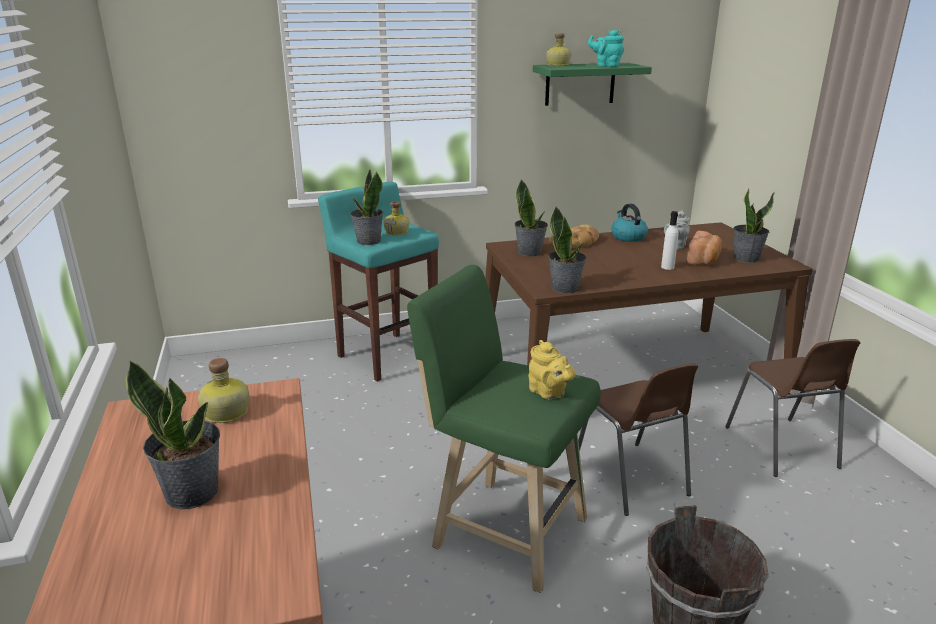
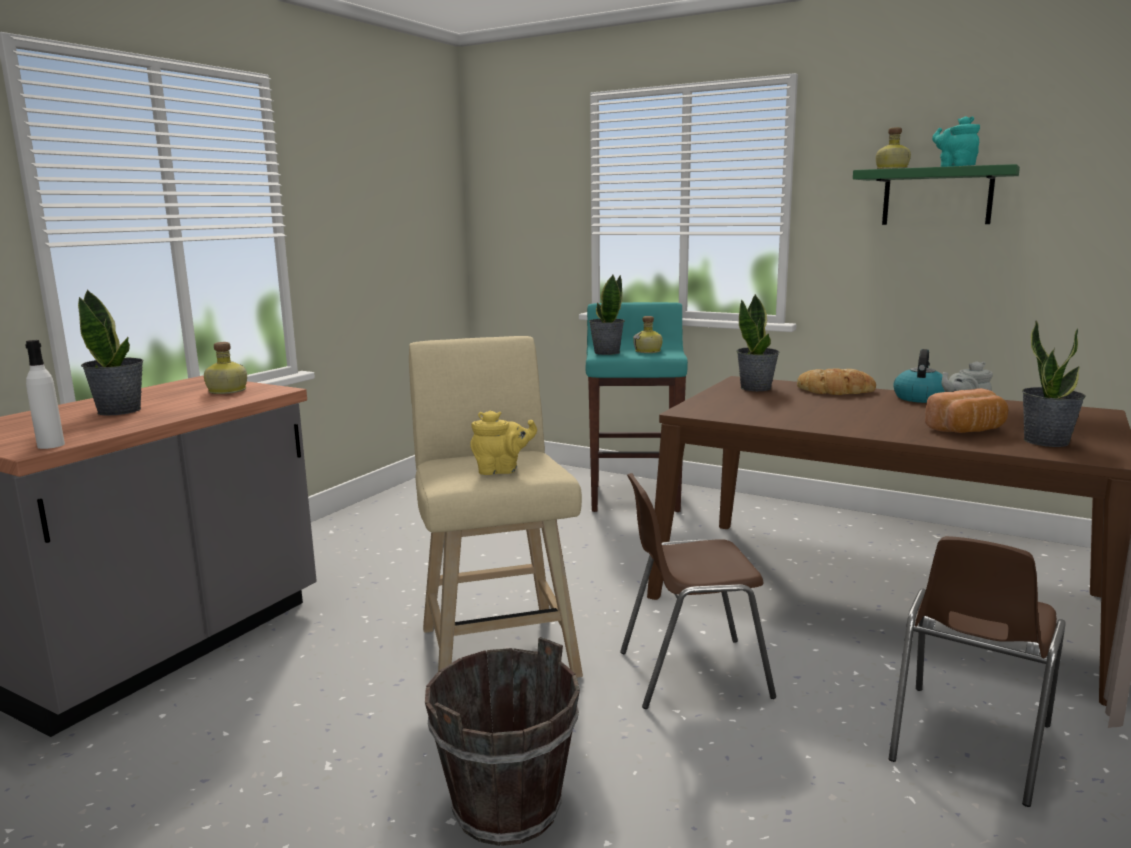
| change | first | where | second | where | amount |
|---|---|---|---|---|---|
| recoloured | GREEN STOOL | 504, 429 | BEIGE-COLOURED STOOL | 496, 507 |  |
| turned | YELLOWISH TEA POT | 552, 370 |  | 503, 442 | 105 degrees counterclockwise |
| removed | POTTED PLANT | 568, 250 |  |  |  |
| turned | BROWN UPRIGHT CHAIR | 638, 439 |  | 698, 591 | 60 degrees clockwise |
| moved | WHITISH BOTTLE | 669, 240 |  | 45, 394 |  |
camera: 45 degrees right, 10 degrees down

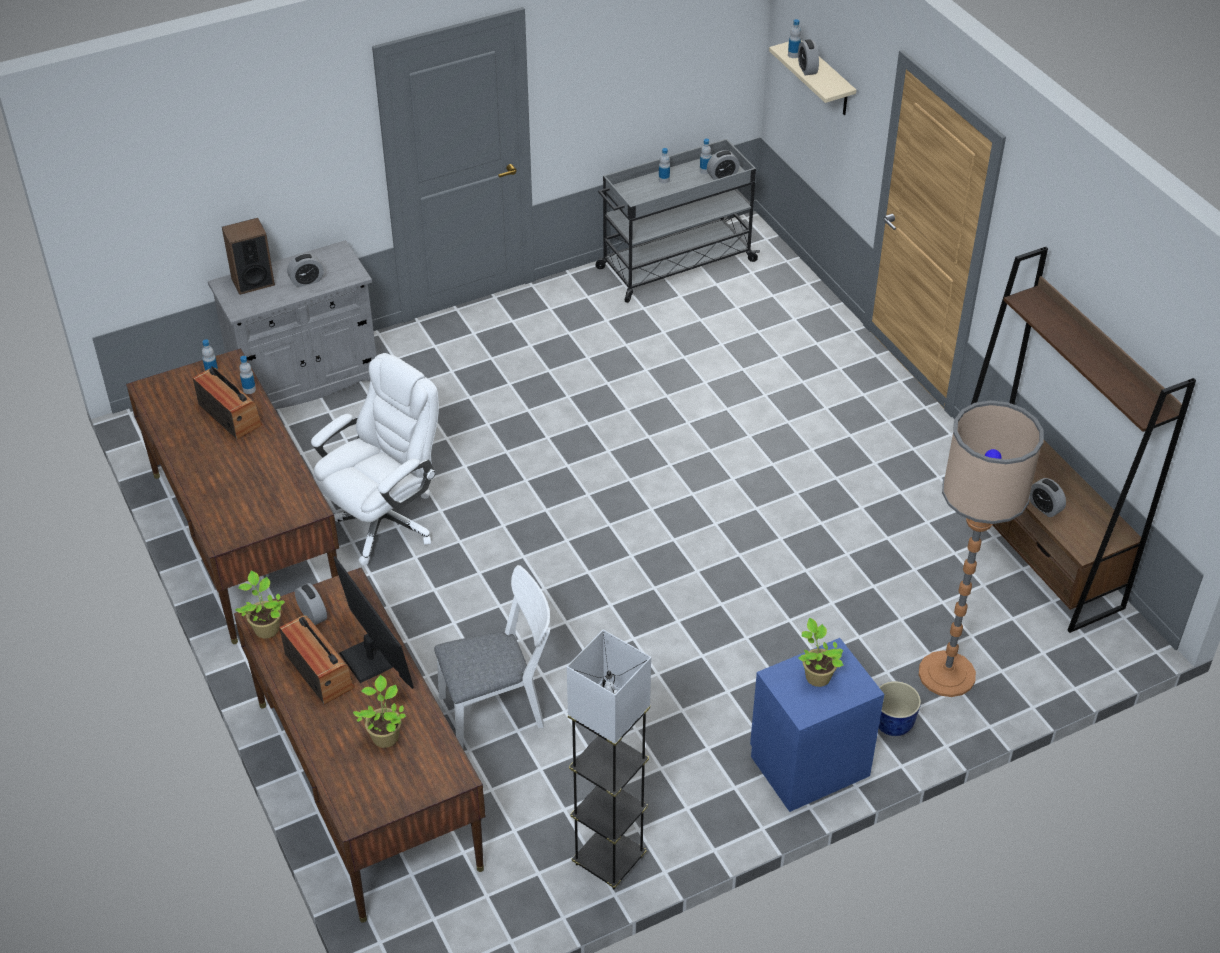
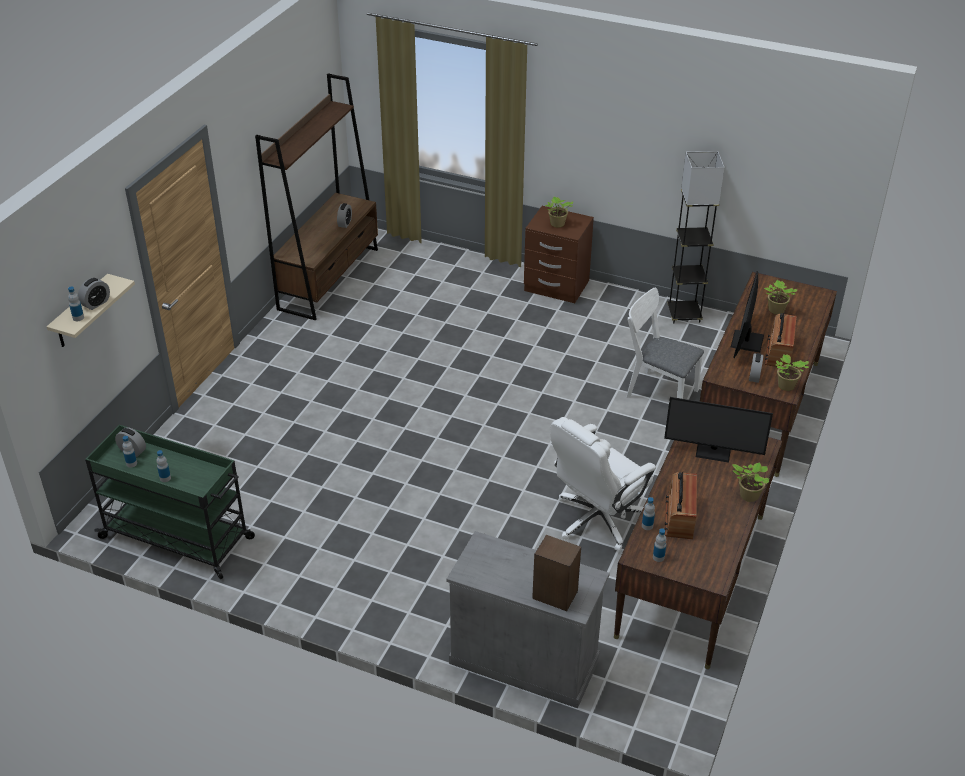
| change | first | where | second | where | amount |
|---|---|---|---|---|---|
| removed | BEDSIDE CLOCK | 305, 270 |  |  |  |
| turned | WHITISH COMPUTER CHAIR | 375, 459 |  | 603, 484 | 45 degrees counterclockwise |
| recoloured | GREYISH CART | 678, 221 | GREEN CART | 170, 502 |  |
| recoloured | BLUISH BEDSIDE TABLE | 817, 725 | BROWN BEDSIDE TABLE | 559, 254 |  |
| removed | PLANT POT | 899, 708 |  |  |  |
| removed | STANDING LAMP | 981, 548 |  |  |  |
| added |  |  | COMPUTER DISPLAY | 718, 430 |  |
| added |  |  | POTTED PLANT | 750, 482 |  |
camera: 130 degrees left, 5 degrees down

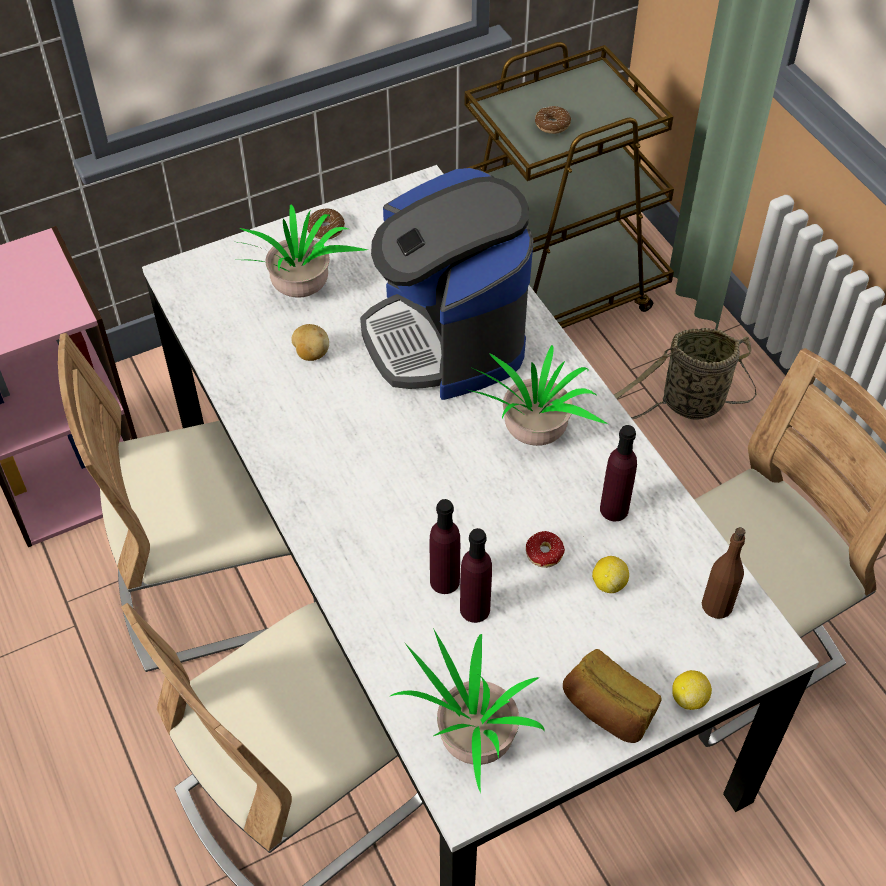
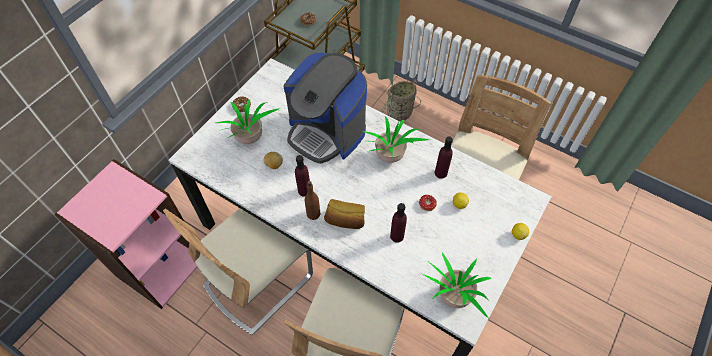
| change | first | where | second | where | amount |
|---|---|---|---|---|---|
| moved | PURPLE BOTTLE | 476, 575 |  | 302, 176 |  |
| moved | BREAD | 612, 696 |  | 344, 214 |  |
| moved | BROWN BOTTLE | 724, 573 |  | 312, 200 |  |
camera: 30 degrees left, 5 degrees up

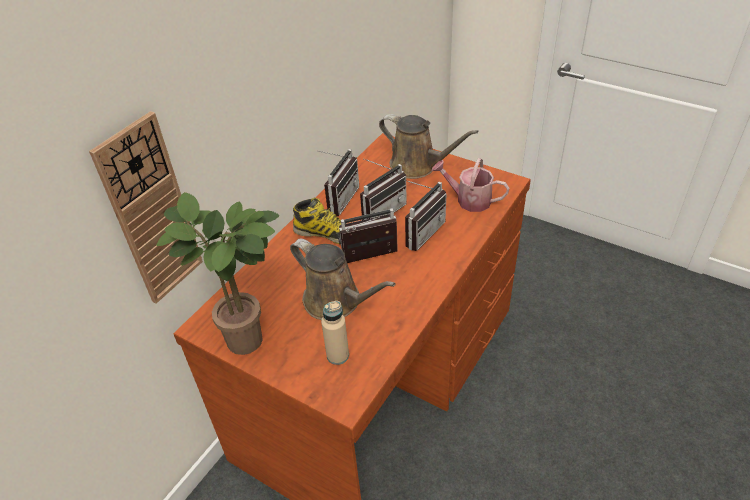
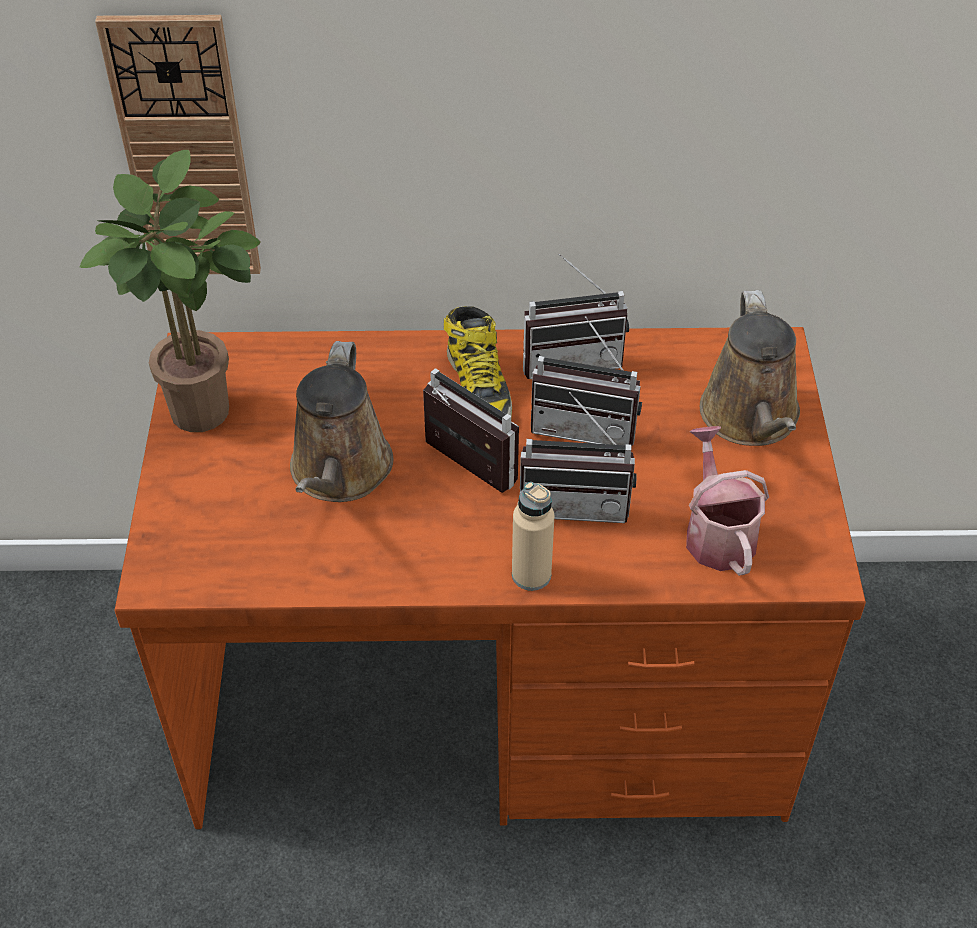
| change | first | where | second | where | amount |
|---|---|---|---|---|---|
| moved | BEIGE-COLOURED BOTTLE | 335, 333 |  | 533, 536 |  |
camera: 55 degrees right, 5 degrees up

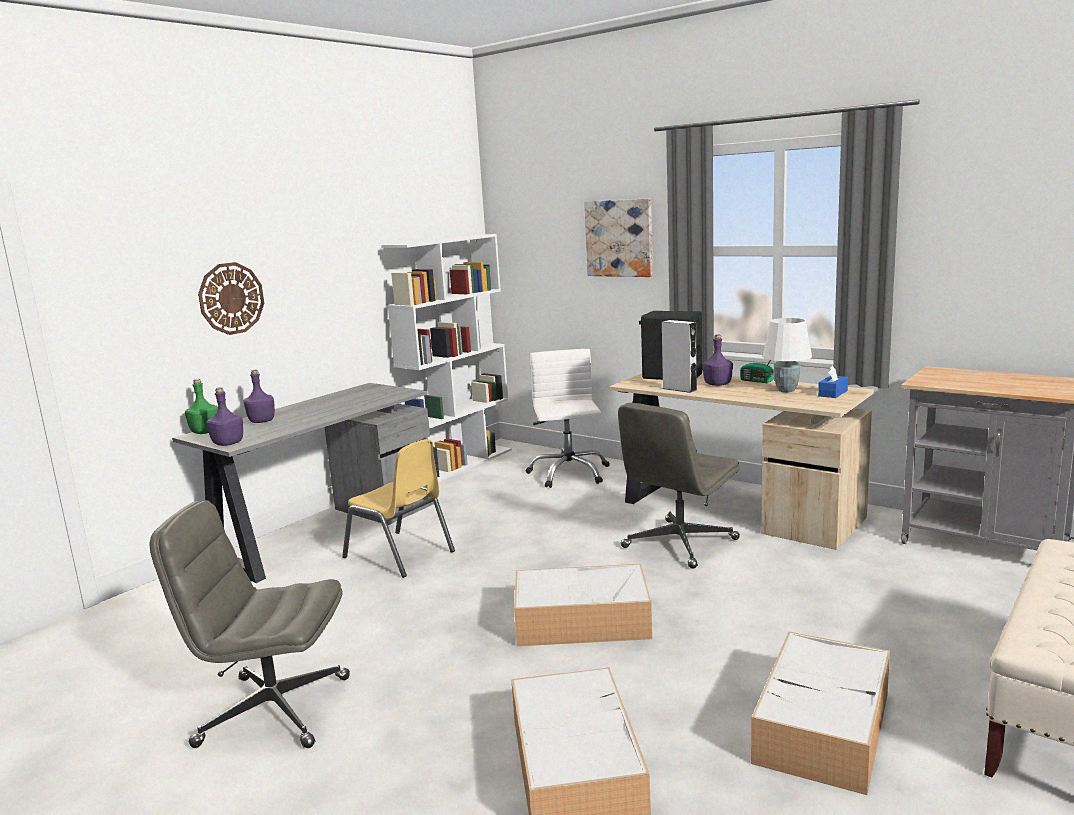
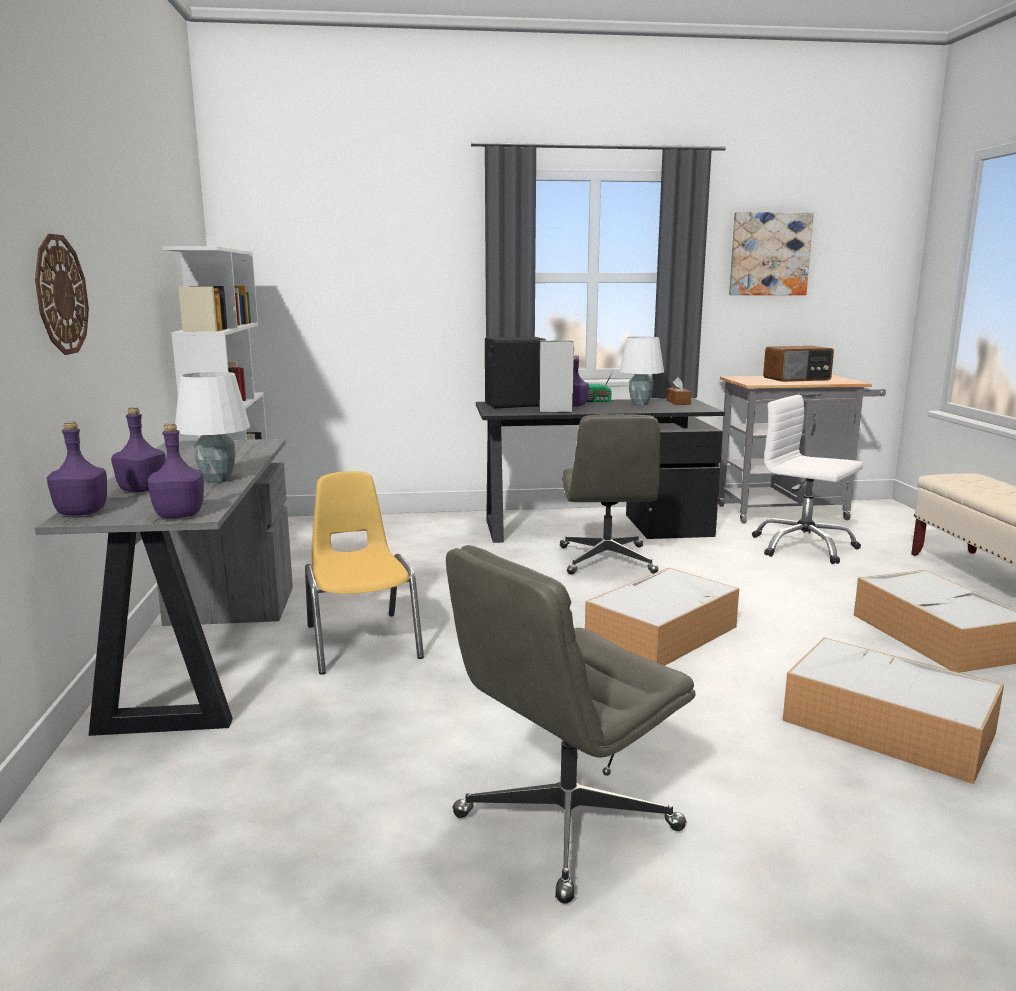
| change | first | where | second | where | amount |
|---|---|---|---|---|---|
| recoloured | GREEN BOTTLE | 201, 406 | PURPLE BOTTLE | 77, 468 |  |
| turned | YELLOWISH UPRIGHT CHAIR | 398, 508 |  | 364, 573 | 105 degrees counterclockwise |
| moved | WHITISH COMPUTER CHAIR | 568, 418 |  | 807, 479 |  |
| moved | WALL ART | 618, 237 |  | 771, 253 |  |
| recoloured | BEIGE-COLOURED DESK UNIT | 741, 461 | BLACK-COLOURED DESK UNIT | 600, 470 |  |
| recoloured | BLUISH TISSUE HOLDER | 833, 382 | BROWN TISSUE HOLDER | 679, 391 |  |
| added |  |  | WHITISH TABLE LAMP | 212, 427 |  |
| added |  |  | RADIO | 798, 364 |  |
camera: 45 degrees left, 0 degrees up

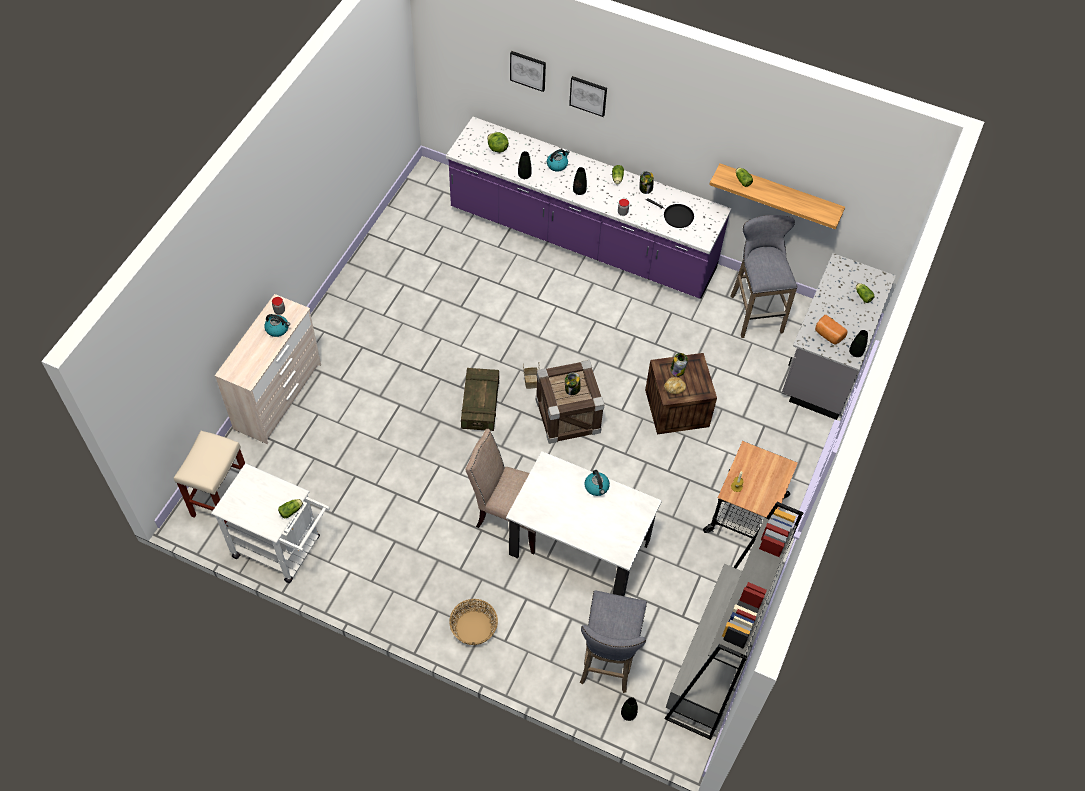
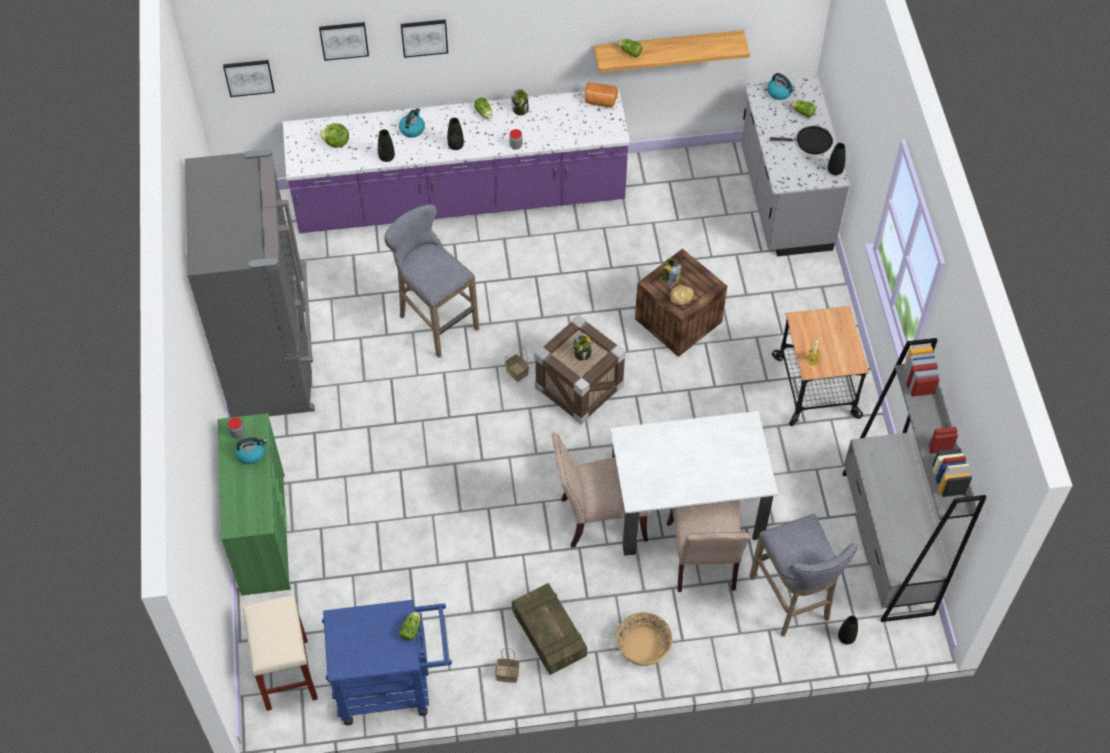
| change | first | where | second | where | amount |
|---|---|---|---|---|---|
| recoloured | WHITISH CART | 270, 523 | BLUISH CART | 387, 662 |  |
| recoloured | BEIGE-COLOURED DRESSER | 268, 369 | GREEN DRESSER | 254, 504 |  |
| moved | SHIPPING CRATE | 480, 399 |  | 549, 629 |  |
| moved | WATER KETTLE | 597, 483 |  | 781, 86 |  |
| moved | BLACK-COLOURED FRYING PAN | 670, 213 |  | 801, 140 |  |
| moved | GREYISH STOOL | 764, 276 |  | 431, 281 |  |
| moved | BREAD | 831, 330 |  | 601, 94 |  |
| added |  |  | GREYISH FRIDGE | 250, 283 |  |
| added |  |  | WALL ART | 249, 78 |  |
| added |  |  | STORAGE BASKET | 507, 665 |  |
| added |  |  | BEIGE-COLOURED UPRIGHT CHAIR | 708, 546 |  |
camera: 30 degrees left, 0 degrees up

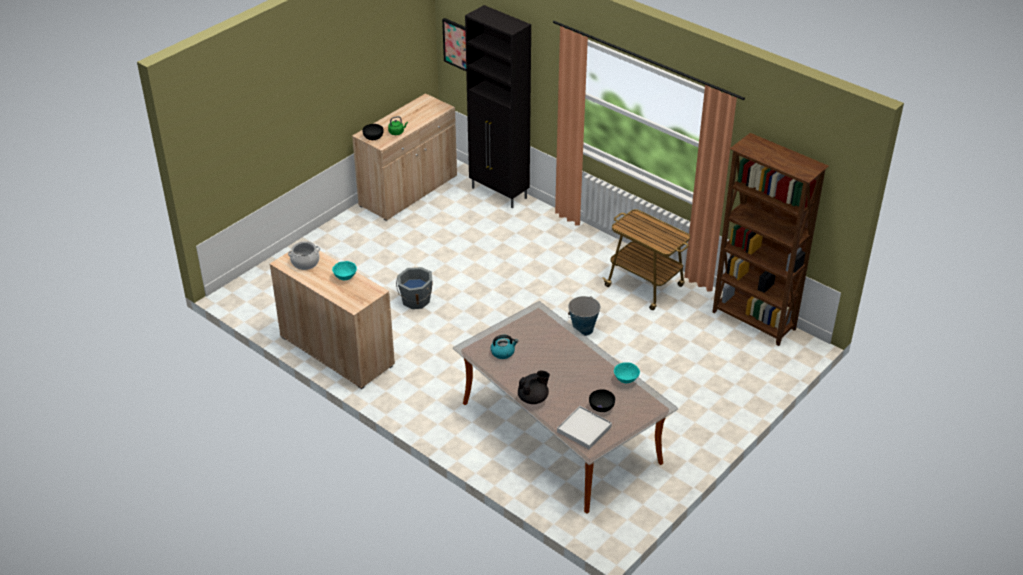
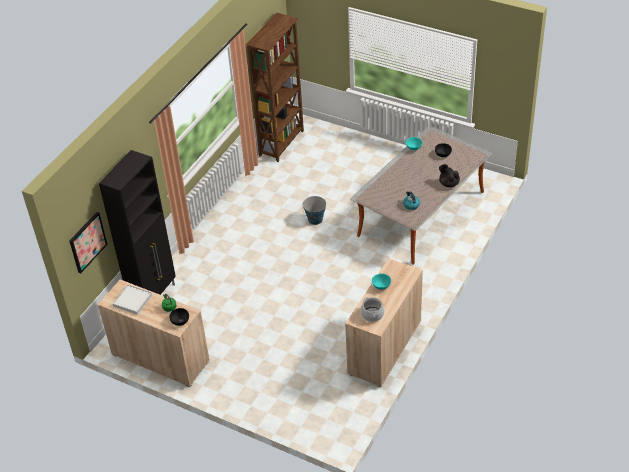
| change | first | where | second | where | amount |
|---|---|---|---|---|---|
| removed | GREYISH BUCKET | 414, 288 |  |  |  |
| moved | WHITISH TRAY | 584, 427 |  | 132, 299 |  |
| removed | CART | 646, 259 |  |  |  |
camera: 100 degrees left, 5 degrees up

